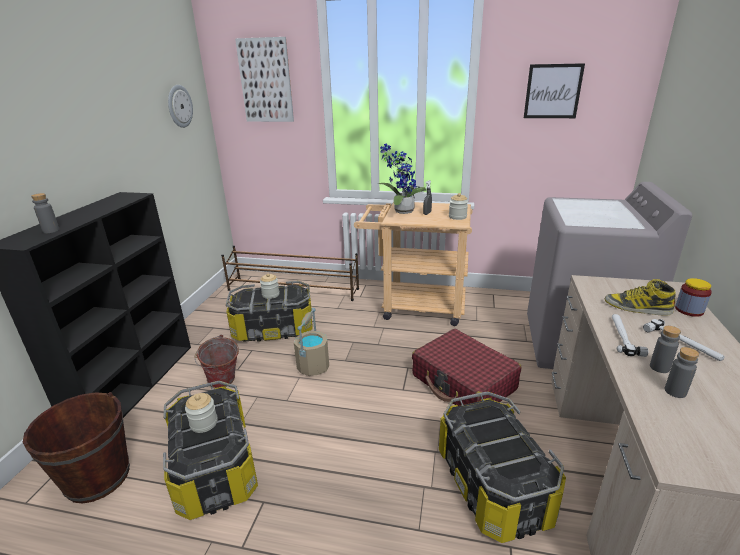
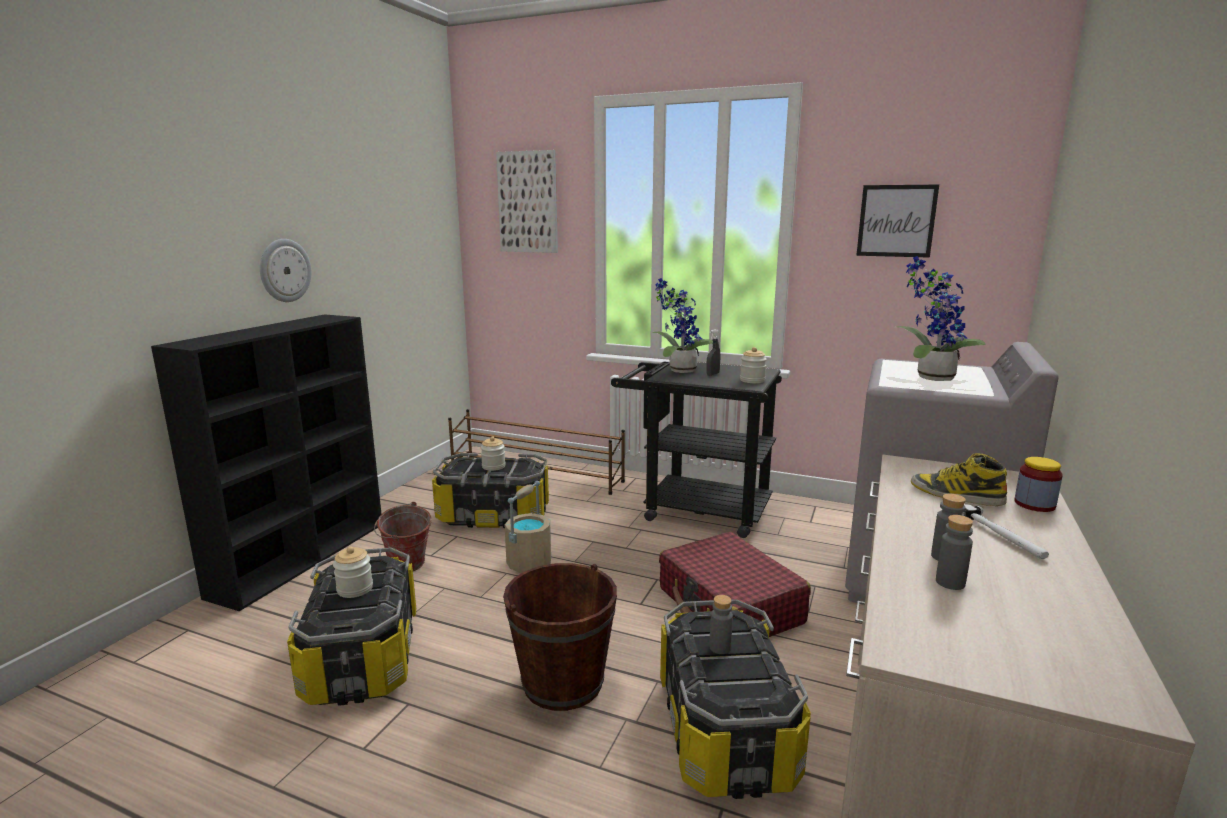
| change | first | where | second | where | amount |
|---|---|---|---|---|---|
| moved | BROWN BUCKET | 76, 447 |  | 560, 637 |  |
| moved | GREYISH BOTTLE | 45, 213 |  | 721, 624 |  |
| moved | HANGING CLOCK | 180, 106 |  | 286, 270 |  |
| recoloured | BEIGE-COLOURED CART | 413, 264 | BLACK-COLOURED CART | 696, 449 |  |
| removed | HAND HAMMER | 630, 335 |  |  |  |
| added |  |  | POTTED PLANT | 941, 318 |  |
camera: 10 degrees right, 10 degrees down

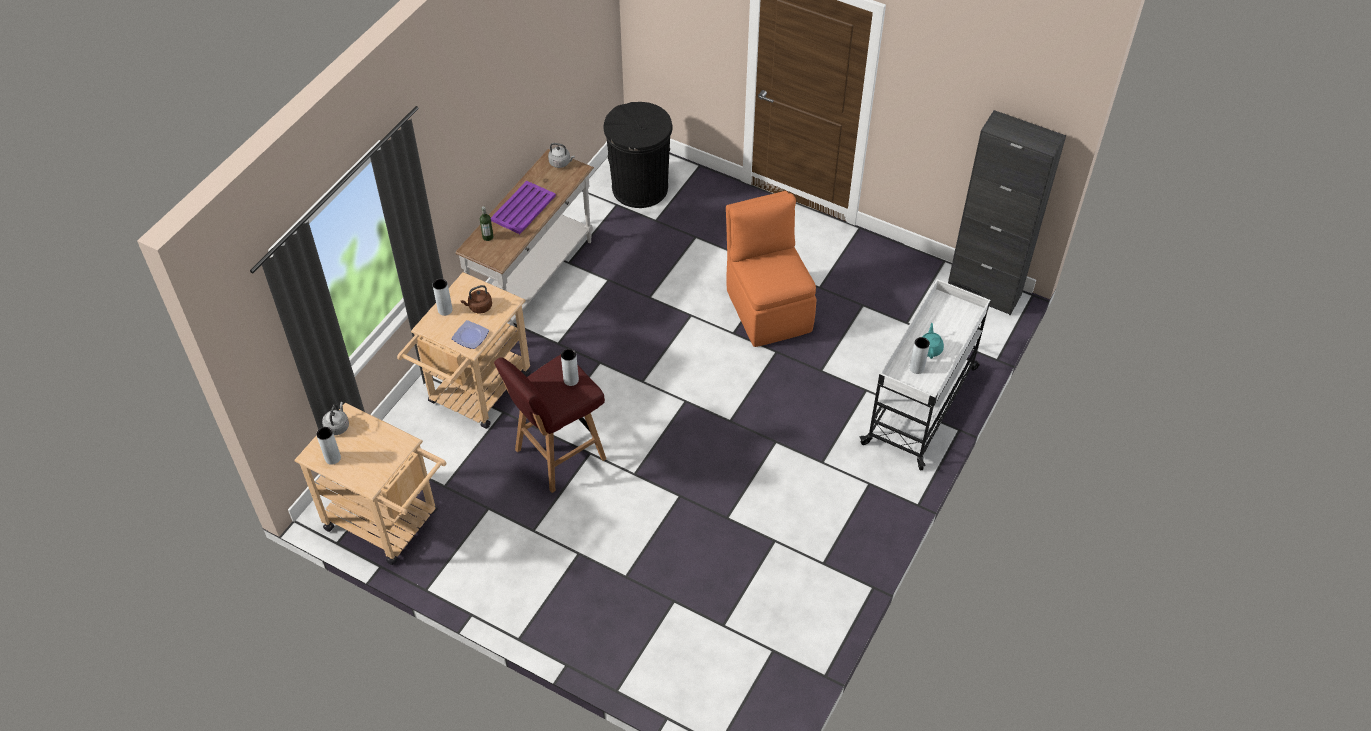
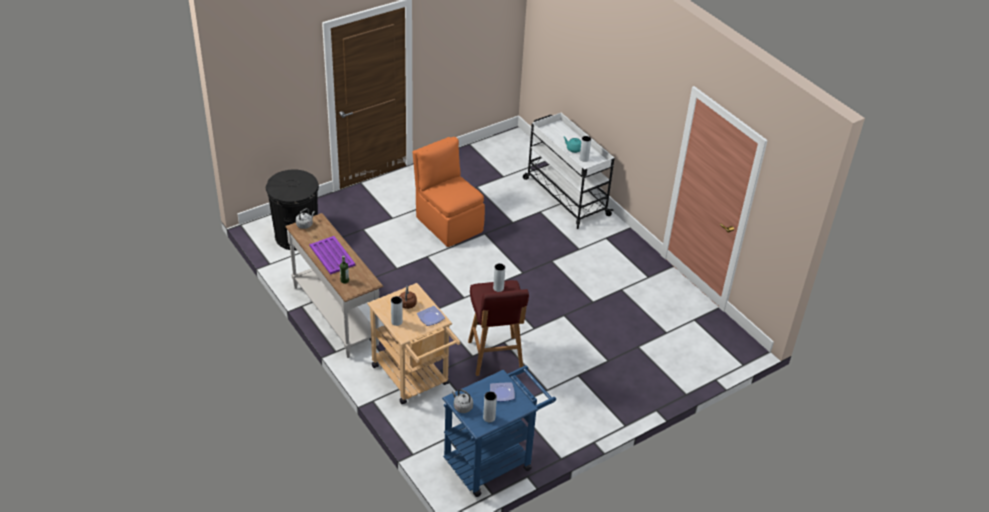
| change | first | where | second | where | amount |
|---|---|---|---|---|---|
| recoloured | BEIGE-COLOURED CART | 370, 484 | BLUISH CART | 499, 431 |  |
| turned | ORANGE-COLOURED UPRIGHT CHAIR | 771, 269 |  | 448, 192 | 45 degrees clockwise |
| removed | BLACK-COLOURED CABINET | 1007, 212 |  |  |  |
| added |  |  | DINNER PLATE | 502, 391 |  |
camera: 65 degrees left, 10 degrees down

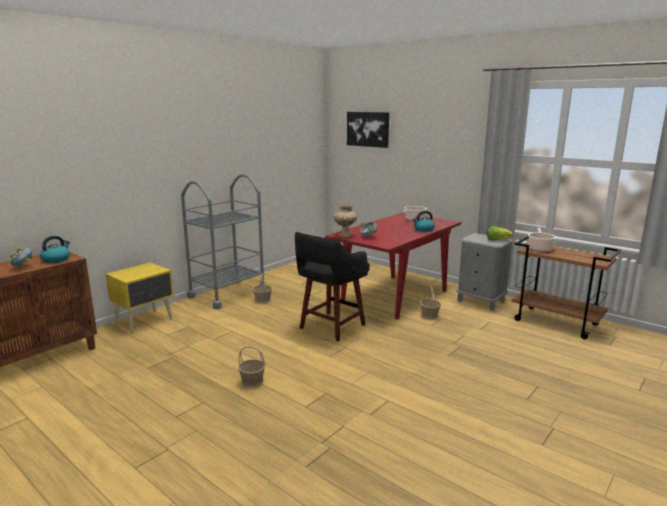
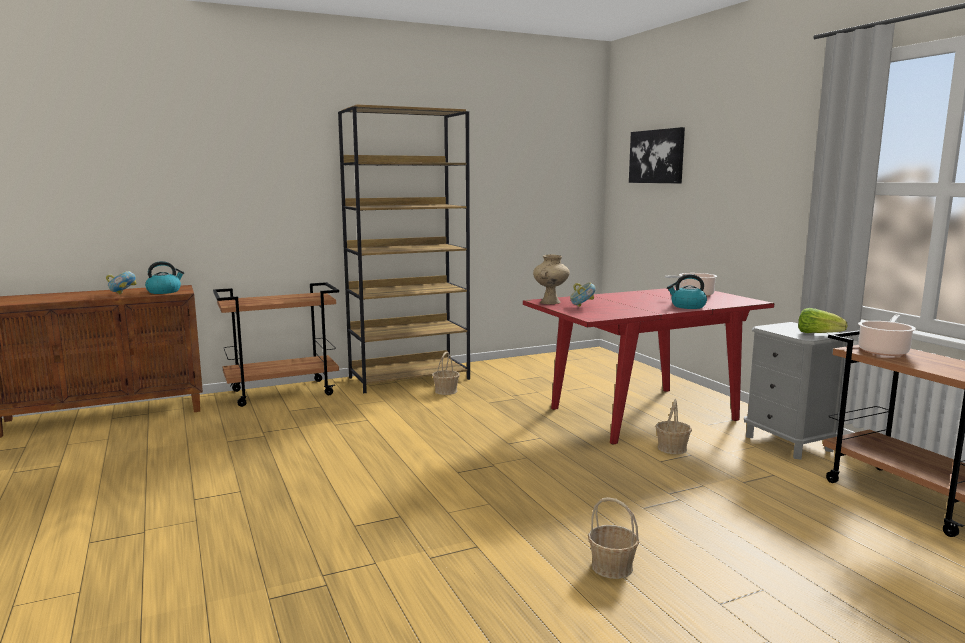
| change | first | where | second | where | amount |
|---|---|---|---|---|---|
| replaced | YELLOWISH BEDSIDE TABLE | 140, 297 | BROWN CART | 276, 344 |  |
| replaced | GREYISH CART | 223, 241 | BROWN BOOKSHELF | 404, 248 |  |
| moved | STORAGE BASKET | 251, 367 |  | 613, 538 |  |
| removed | BLACK-COLOURED STOOL | 332, 287 |  |  |  |
camera: 25 degrees right, 5 degrees down

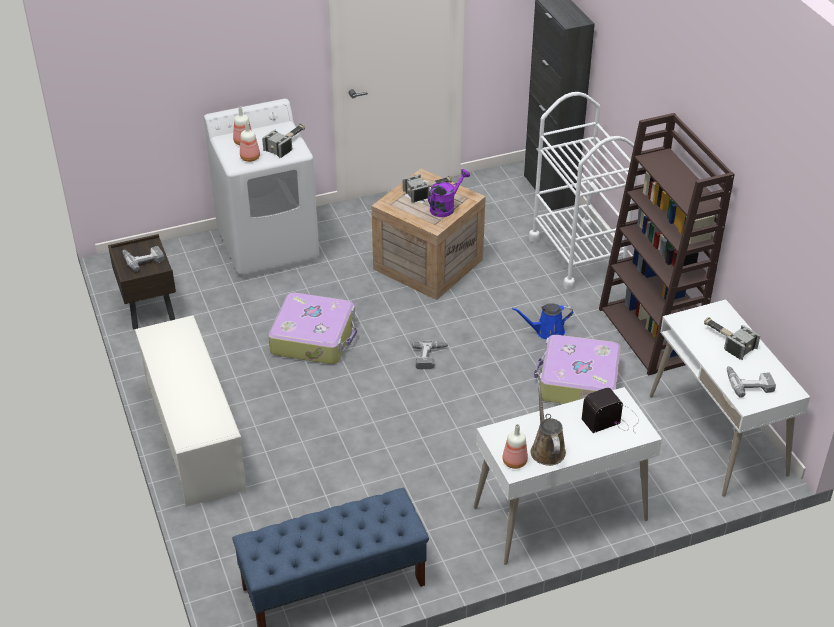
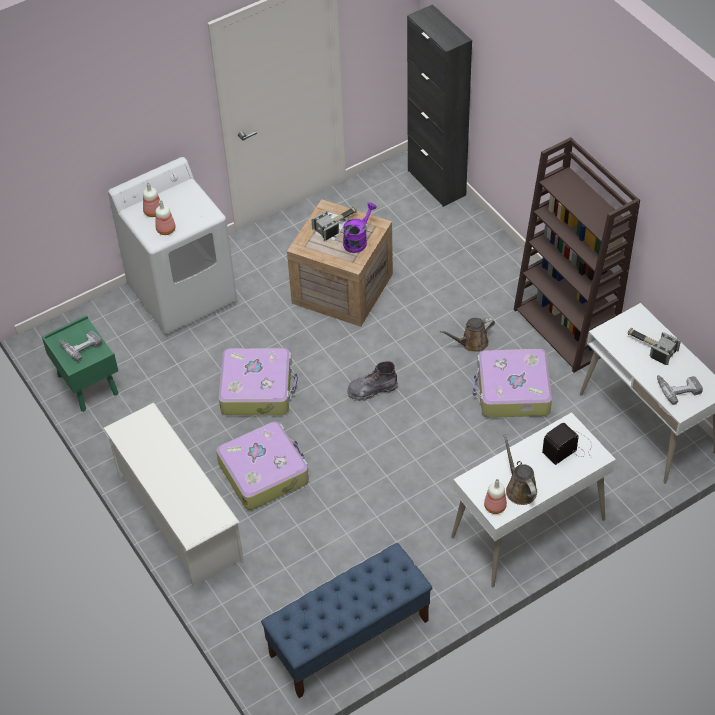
| change | first | where | second | where | amount |
|---|---|---|---|---|---|
| recoloured | BROWN BEDSIDE TABLE | 142, 282 | GREEN BEDSIDE TABLE | 80, 363 |  |
| removed | HAND HAMMER | 283, 141 |  |  |  |
| replaced | DRILL | 430, 355 | GREYISH TALL BOOT | 372, 381 |  |
| recoloured | BLUISH SPRINKLING CAN | 542, 321 | BROWN SPRINKLING CAN | 467, 334 |  |
| removed | WHITISH CART | 584, 191 |  |  |  |
| added |  |  | SUITCASE | 262, 466 |  |
camera: 10 degrees left, 10 degrees up

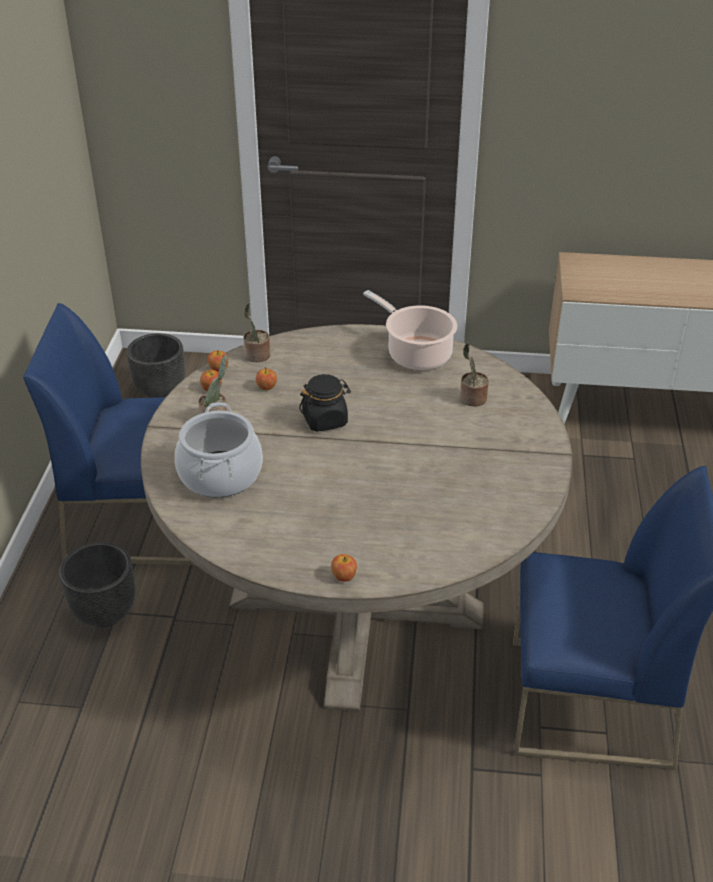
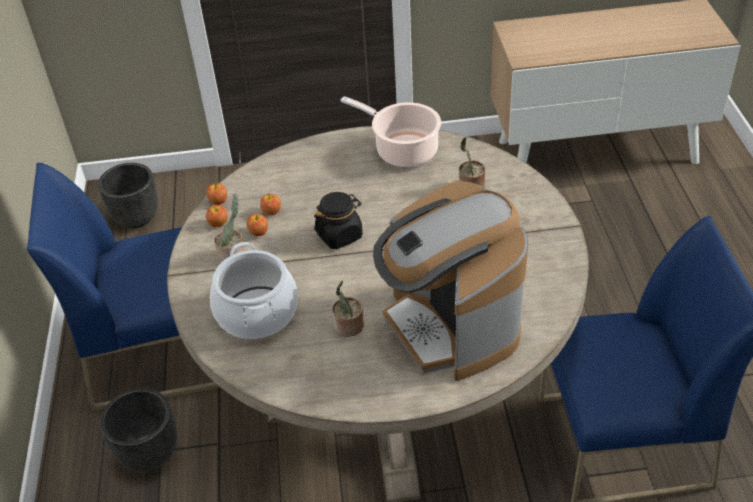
| change | first | where | second | where | amount |
|---|---|---|---|---|---|
| moved | POTTED PLANT | 256, 332 |  | 348, 309 |  |
| moved | WHOLE APPLE | 344, 568 |  | 257, 225 |  |
| added |  |  | COFFEE MAKER | 450, 281 |  |
camera: 10 degrees left, 5 degrees up

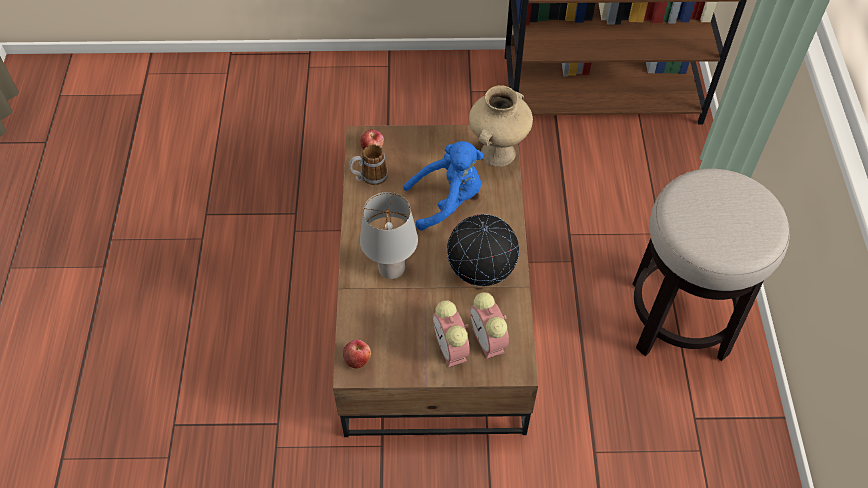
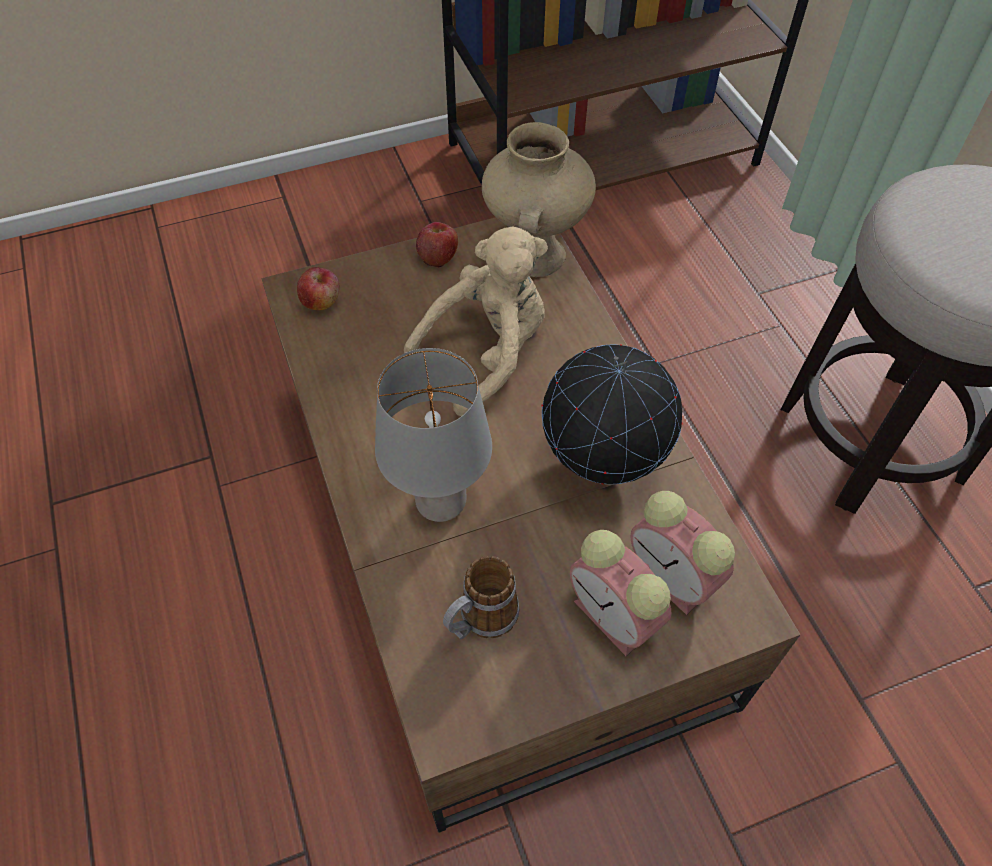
| change | first | where | second | where | amount |
|---|---|---|---|---|---|
| moved | WHOLE APPLE | 357, 354 |  | 437, 245 |  |
| moved | TEA MUG | 368, 164 |  | 481, 598 |  |
| recoloured | BLUISH CUDDLY TOY | 443, 186 | BEIGE-COLOURED CUDDLY TOY | 476, 321 |  |
camera: 20 degrees left, 0 degrees up

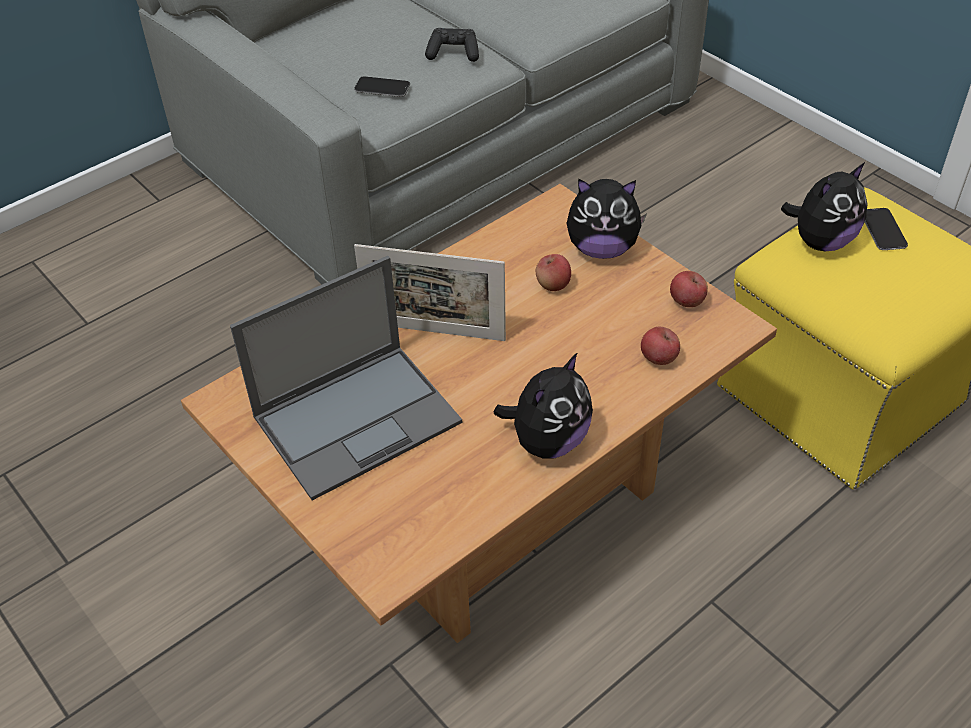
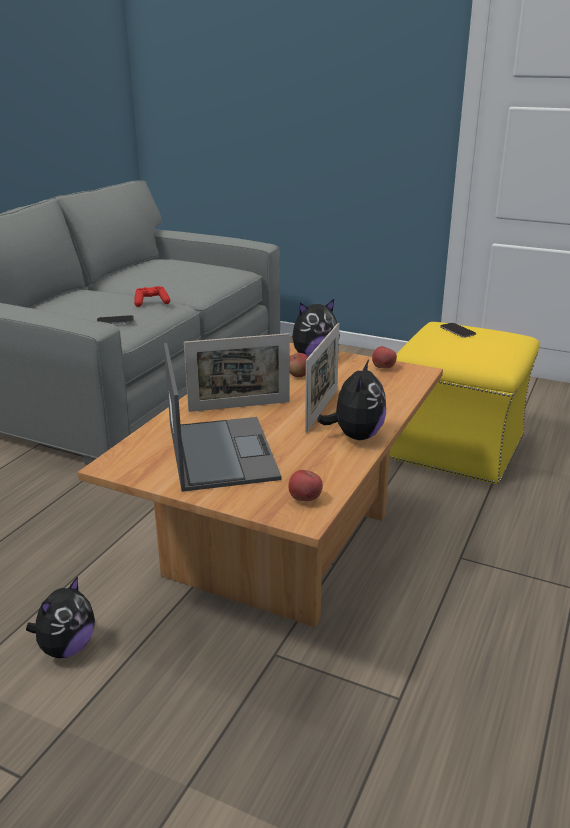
| change | first | where | second | where | amount |
|---|---|---|---|---|---|
| turned | LAPTOP | 346, 378 |  | 223, 417 | 45 degrees counterclockwise |
| recoloured | BLACK-COLOURED JOYPAD | 452, 45 | REDDISH JOYPAD | 152, 296 |  |
| moved | WHOLE APPLE | 660, 346 |  | 305, 485 |  |
| moved | CUDDLY TOY | 824, 206 |  | 60, 617 |  |
| added |  |  | PHOTO FRAME | 322, 378 |  |
camera: 25 degrees left, 20 degrees down

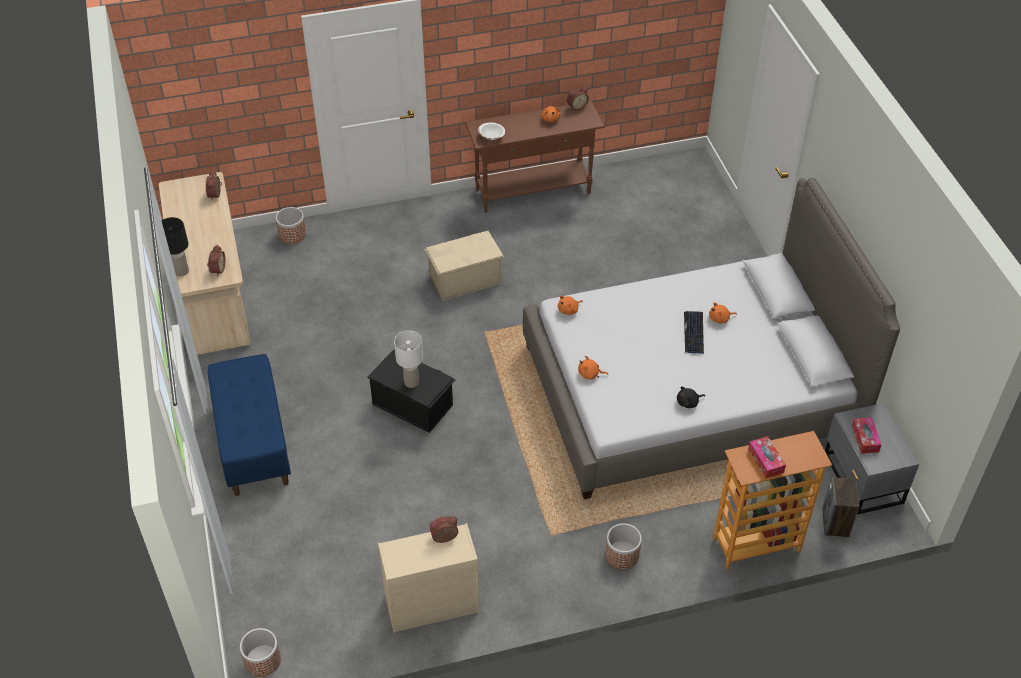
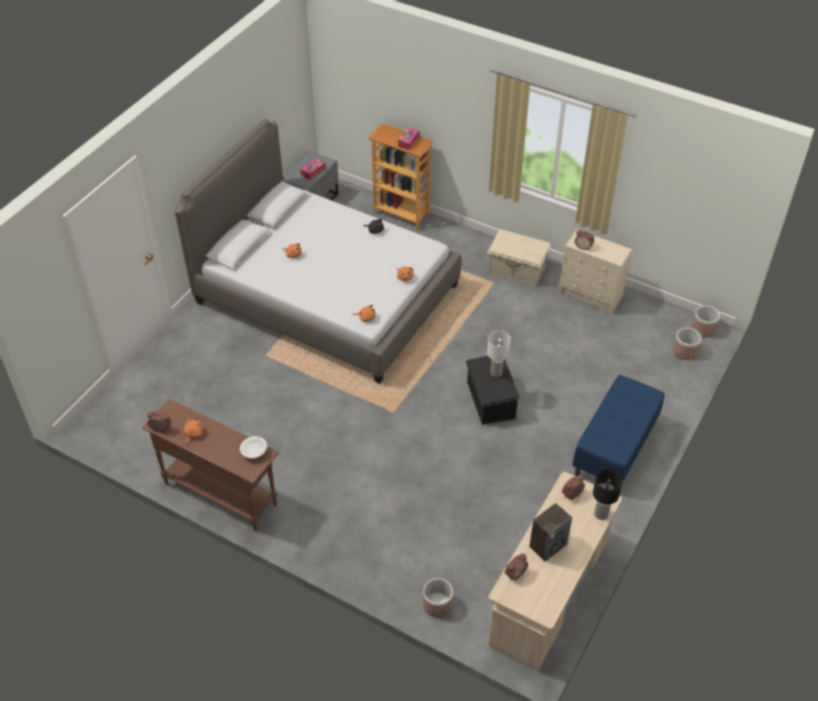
| change | first | where | second | where | amount |
|---|---|---|---|---|---|
| moved | BEIGE-COLOURED STORAGE BOX | 464, 266 |  | 519, 257 |  |
| moved | PLANT POT | 623, 546 |  | 687, 344 |  |
| removed | KEYBOARD | 694, 332 |  |  |  |
| moved | LOUDSPEAKER | 841, 507 |  | 550, 532 |  |
camera: 135 degrees left, 0 degrees up

